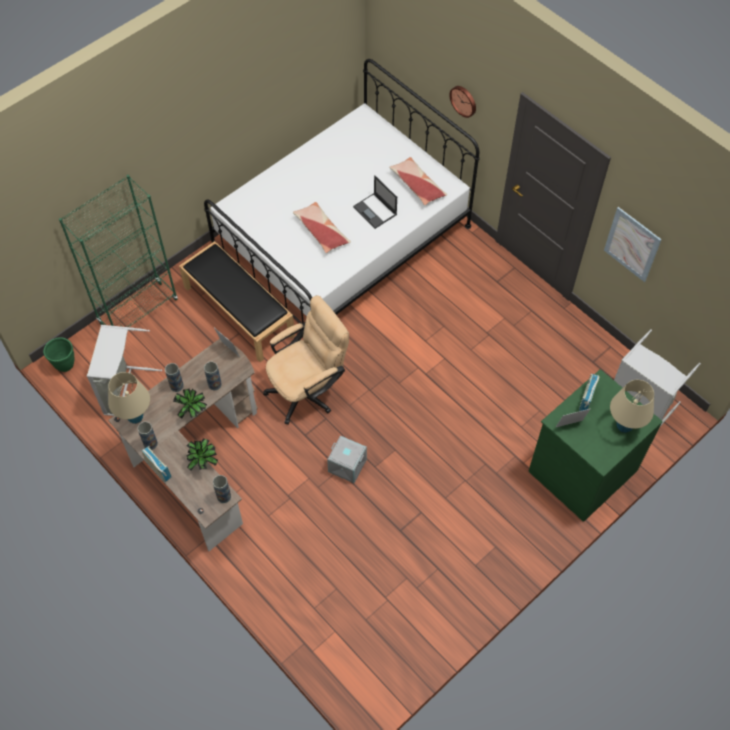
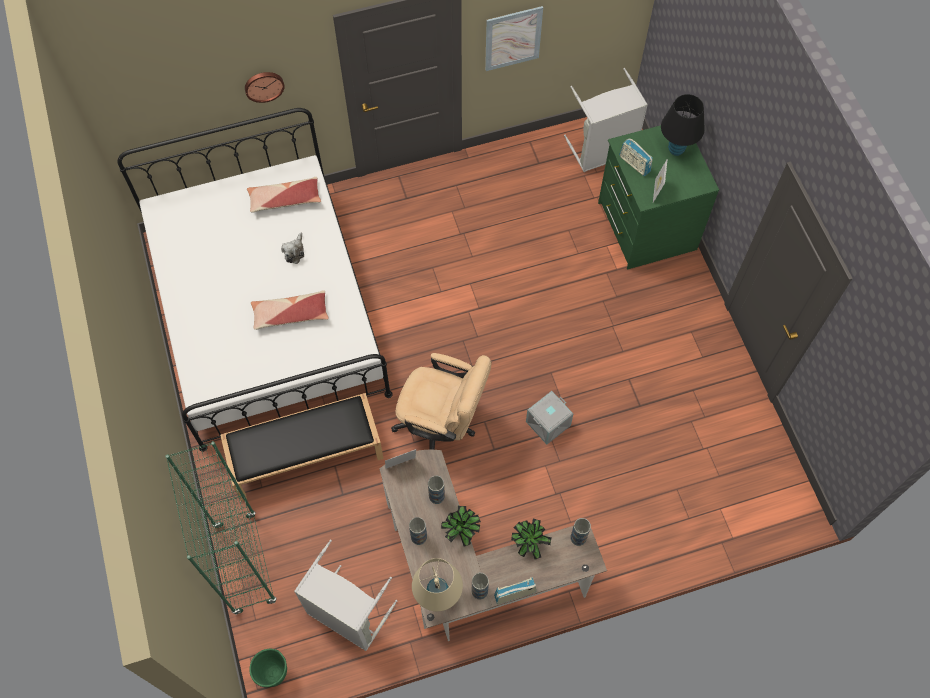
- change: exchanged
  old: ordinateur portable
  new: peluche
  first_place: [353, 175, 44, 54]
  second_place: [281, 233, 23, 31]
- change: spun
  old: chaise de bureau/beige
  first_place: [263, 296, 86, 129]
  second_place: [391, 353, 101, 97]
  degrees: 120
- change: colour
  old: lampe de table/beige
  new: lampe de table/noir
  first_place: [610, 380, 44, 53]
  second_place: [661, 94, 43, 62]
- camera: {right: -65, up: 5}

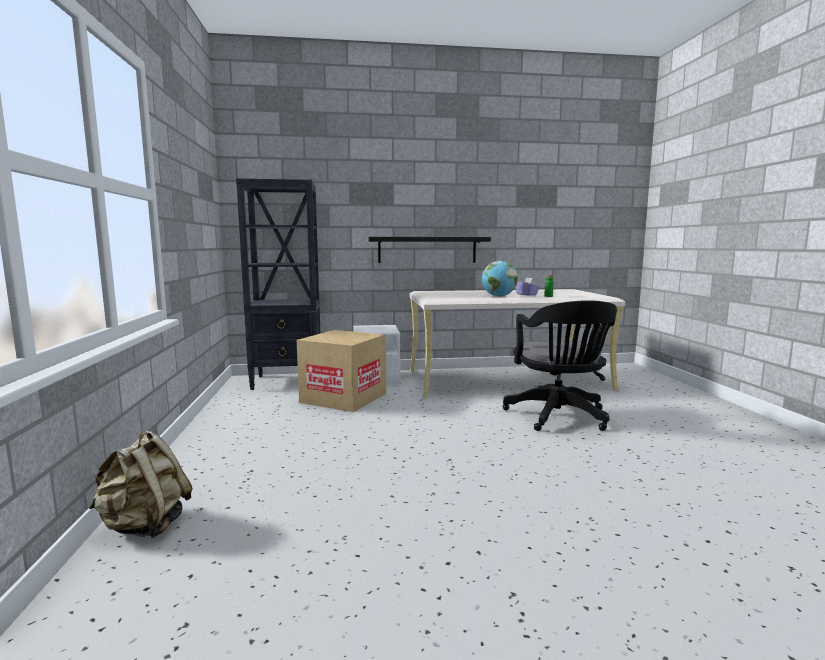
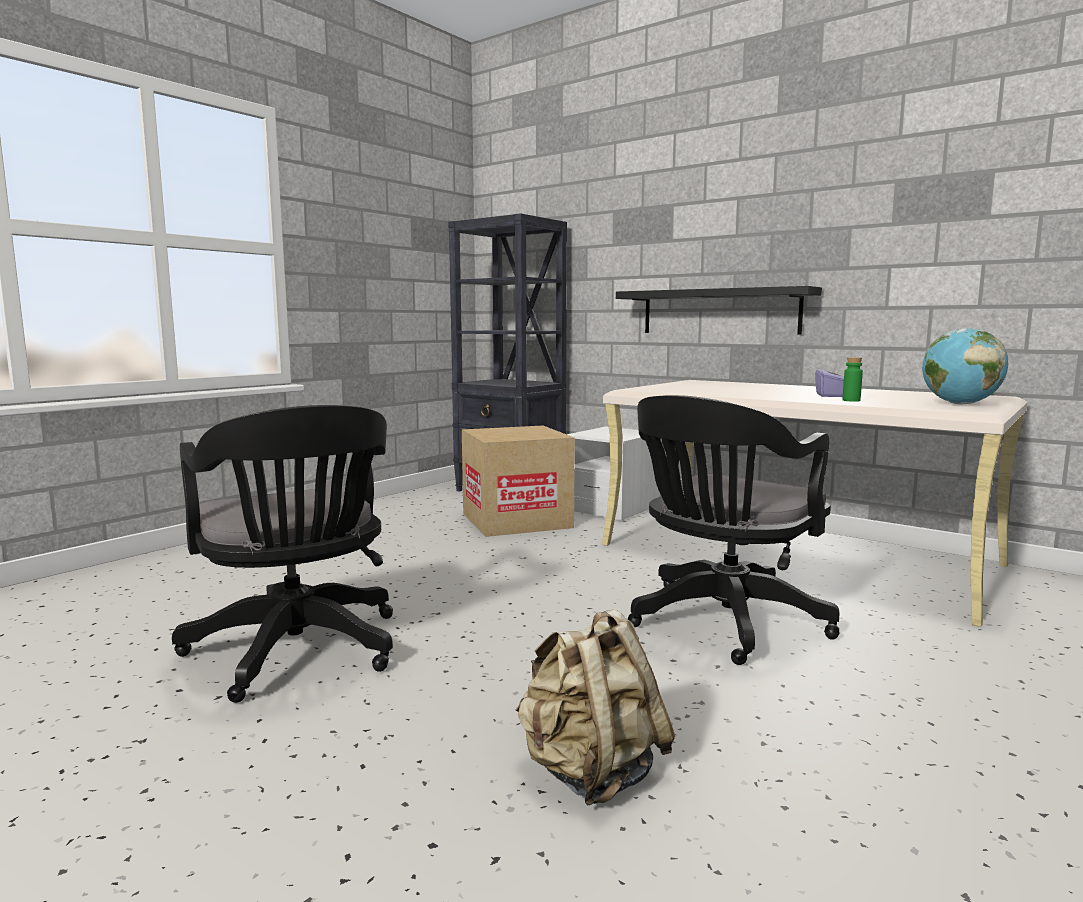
- change: relocated
  old: globe
  first_place: [482, 261, 36, 36]
  second_place: [922, 328, 86, 76]
- change: relocated
  old: sac à dos/beige
  first_place: [89, 431, 104, 107]
  second_place: [515, 609, 160, 197]
- change: appeared
  new: chaise de bureau/noir
  second_place: [172, 405, 221, 298]
- camera: {right: 45, up: 0}

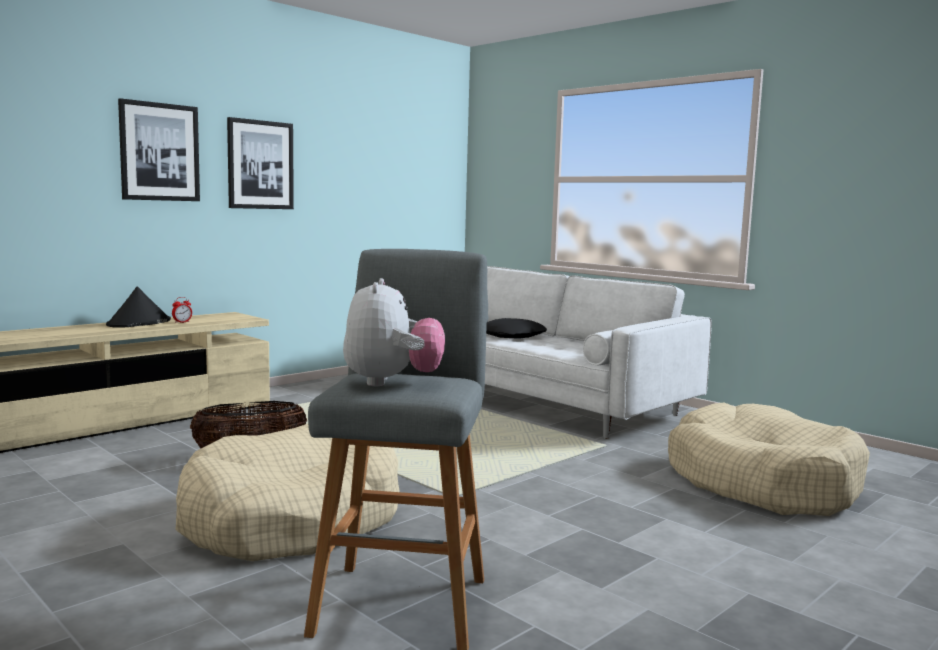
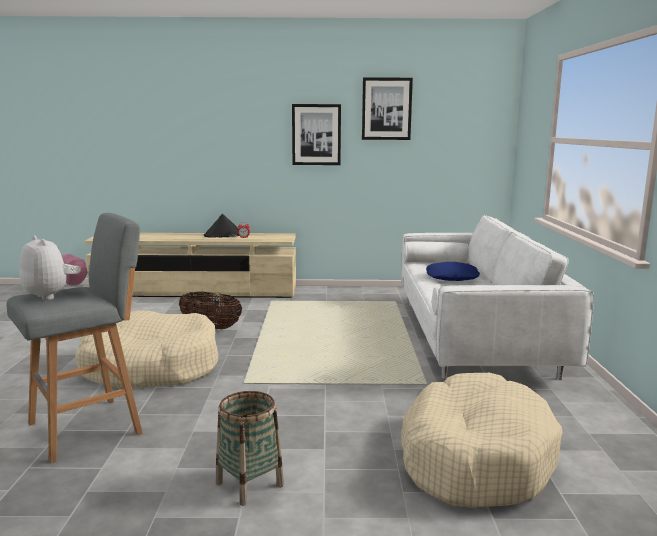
- change: relocated
  old: tableau
  first_place: [118, 98, 82, 103]
  second_place: [362, 77, 51, 63]
- change: spun
  old: peluche
  first_place: [343, 278, 102, 108]
  second_place: [19, 235, 69, 65]
  degrees: -90
- change: colour
  old: coussin/noir
  new: coussin/bleu
  first_place: [486, 318, 61, 21]
  second_place: [426, 262, 54, 19]
- change: appeared
  new: panier
  second_place: [216, 391, 68, 115]
- camera: {right: 45, up: 5}

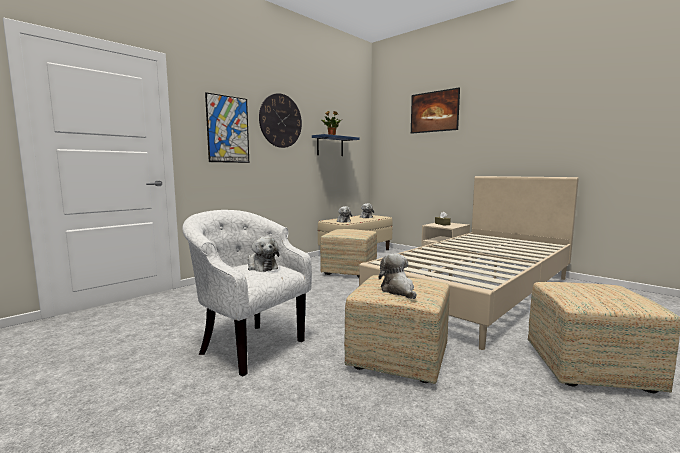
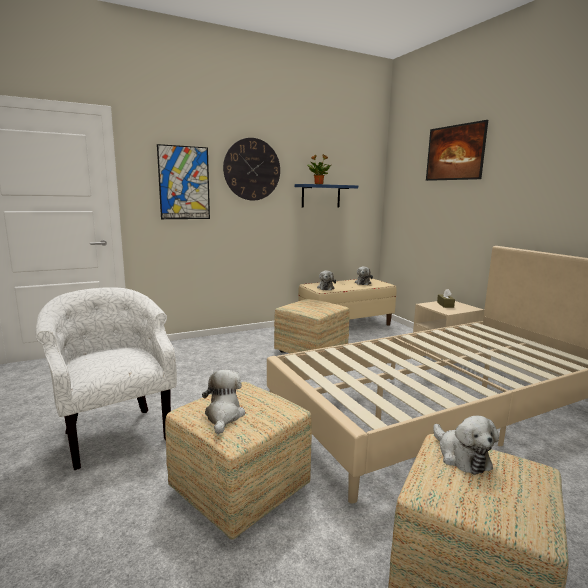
- change: relocated
  old: peluche
  first_place: [248, 237, 31, 35]
  second_place: [434, 415, 65, 60]
- camera: {right: 20, up: 5}

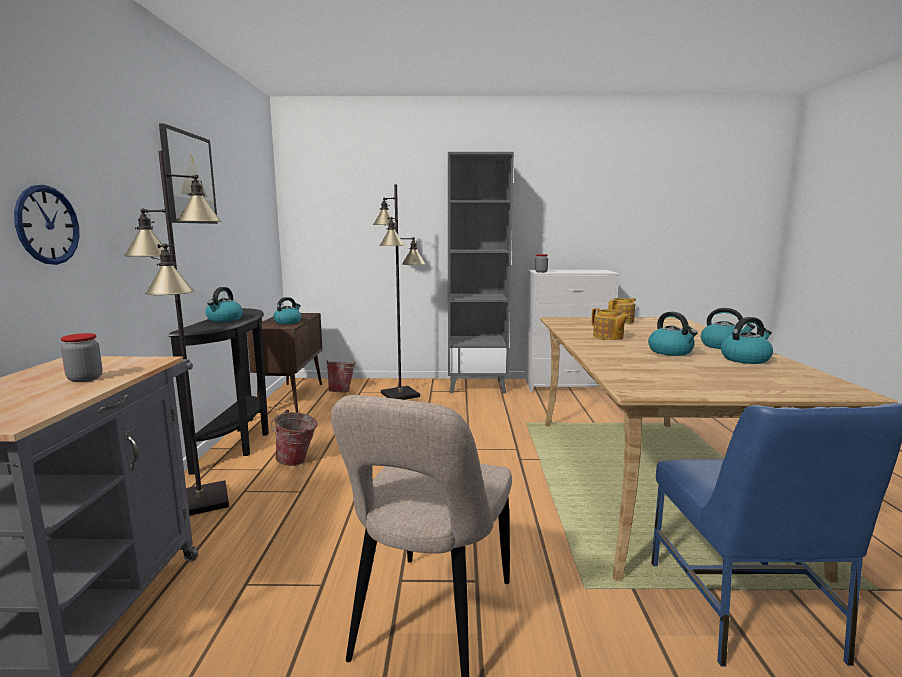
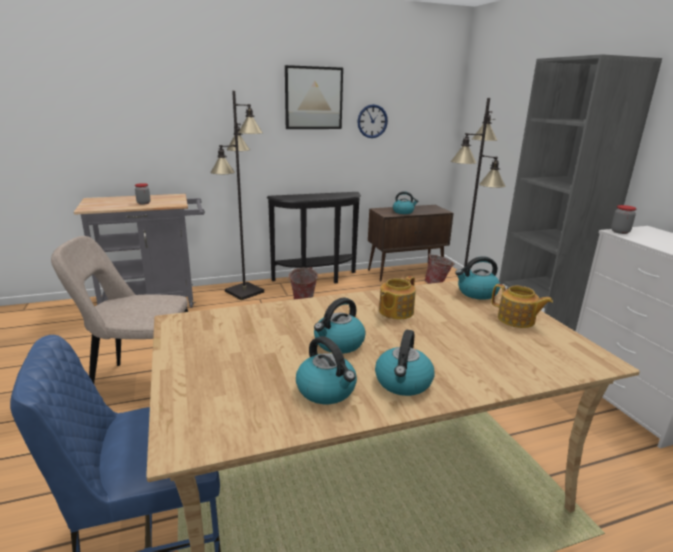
- change: relocated
  old: horloge murale
  first_place: [14, 185, 65, 80]
  second_place: [357, 104, 31, 34]
- change: relocated
  old: bouilloire
  first_place: [205, 287, 38, 35]
  second_place: [455, 256, 45, 44]
- camera: {right: 70, up: 10}

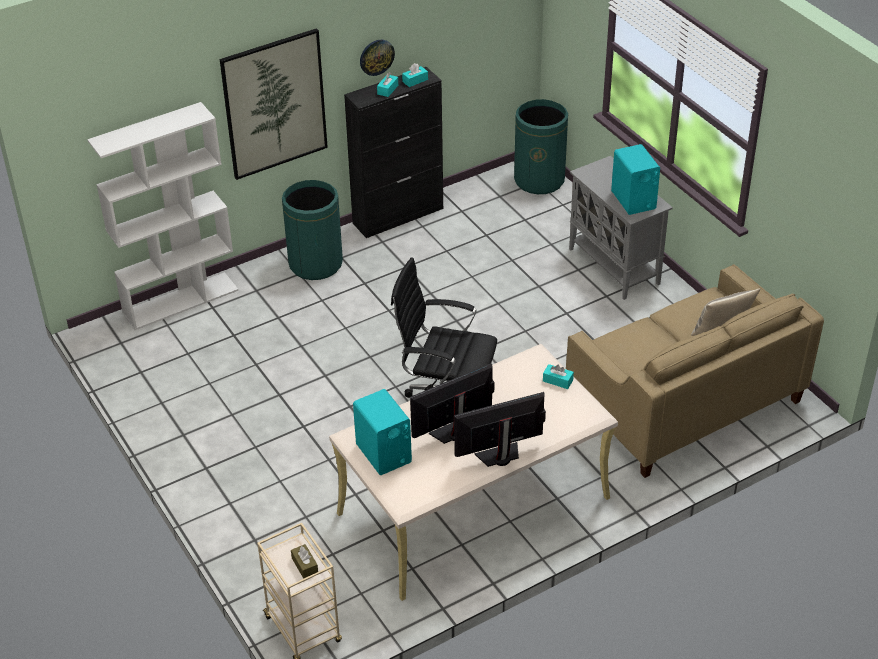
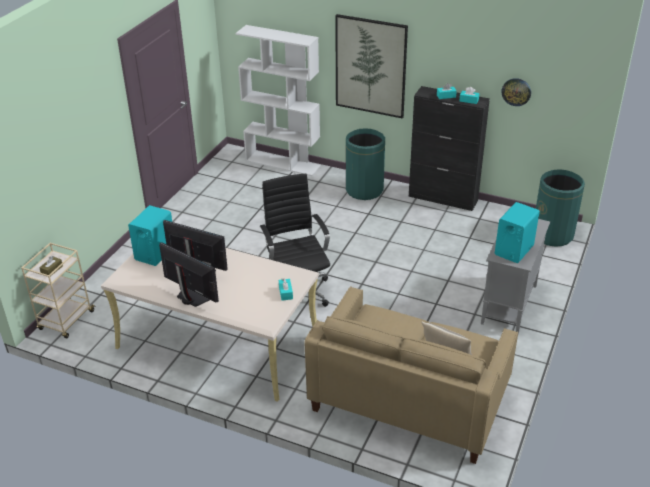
- change: relocated
  old: horloge murale
  first_place: [360, 40, 35, 36]
  second_place: [501, 78, 30, 28]
- camera: {right: 55, up: -5}

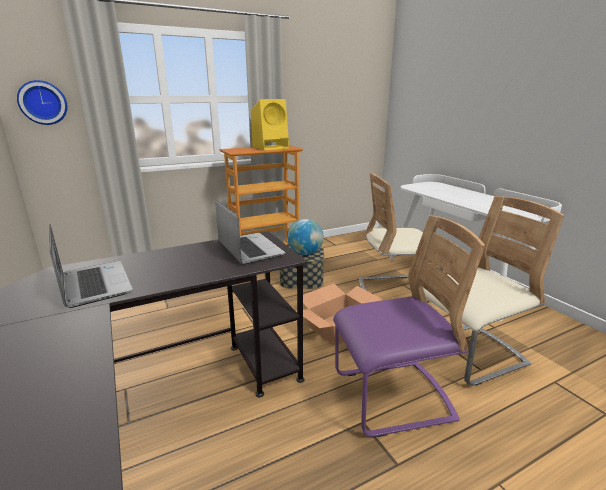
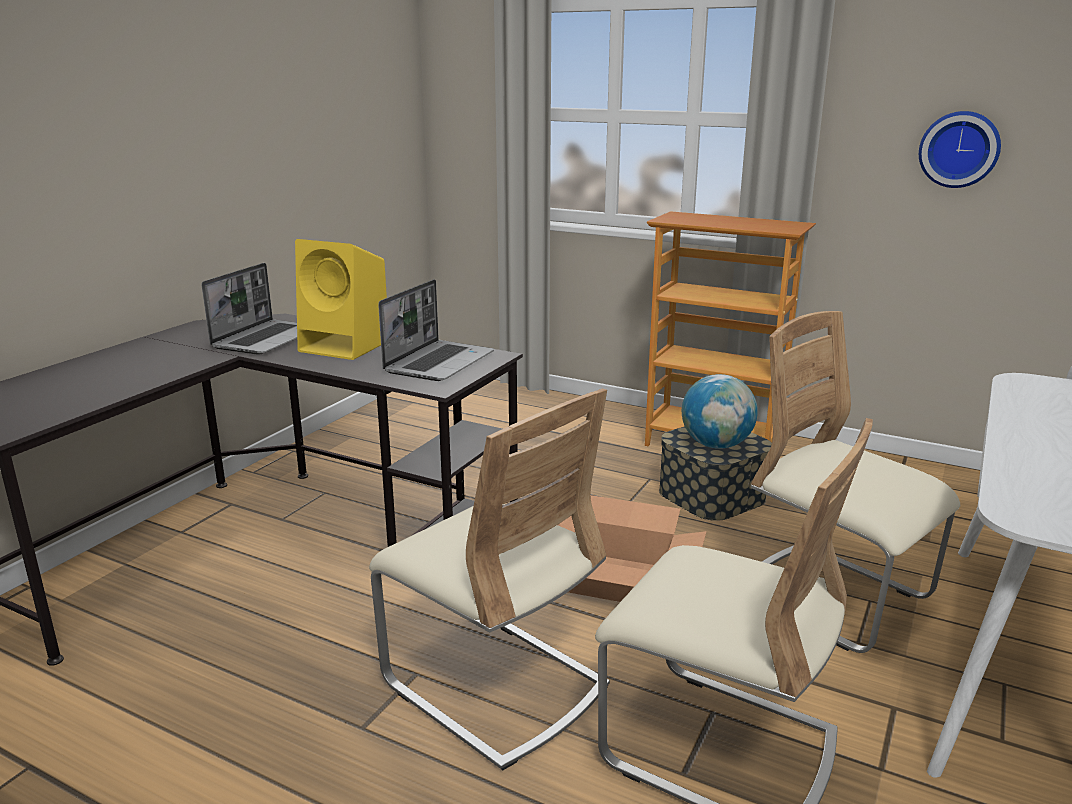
- change: relocated
  old: horloge murale
  first_place: [17, 80, 51, 45]
  second_place: [919, 111, 82, 77]
- change: relocated
  old: enceinte/jaune
  first_place: [251, 99, 38, 51]
  second_place: [295, 239, 92, 121]
- change: colour
  old: chaise/violet
  new: chaise/beige
  first_place: [333, 215, 152, 222]
  second_place: [369, 388, 241, 382]
- camera: {right: 55, up: 0}

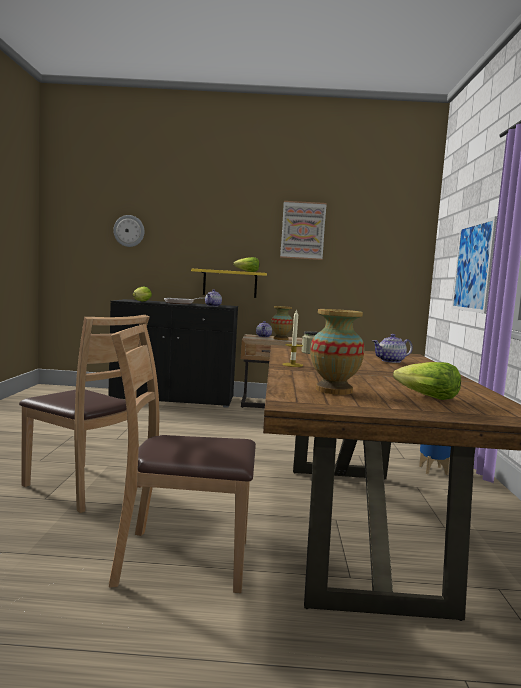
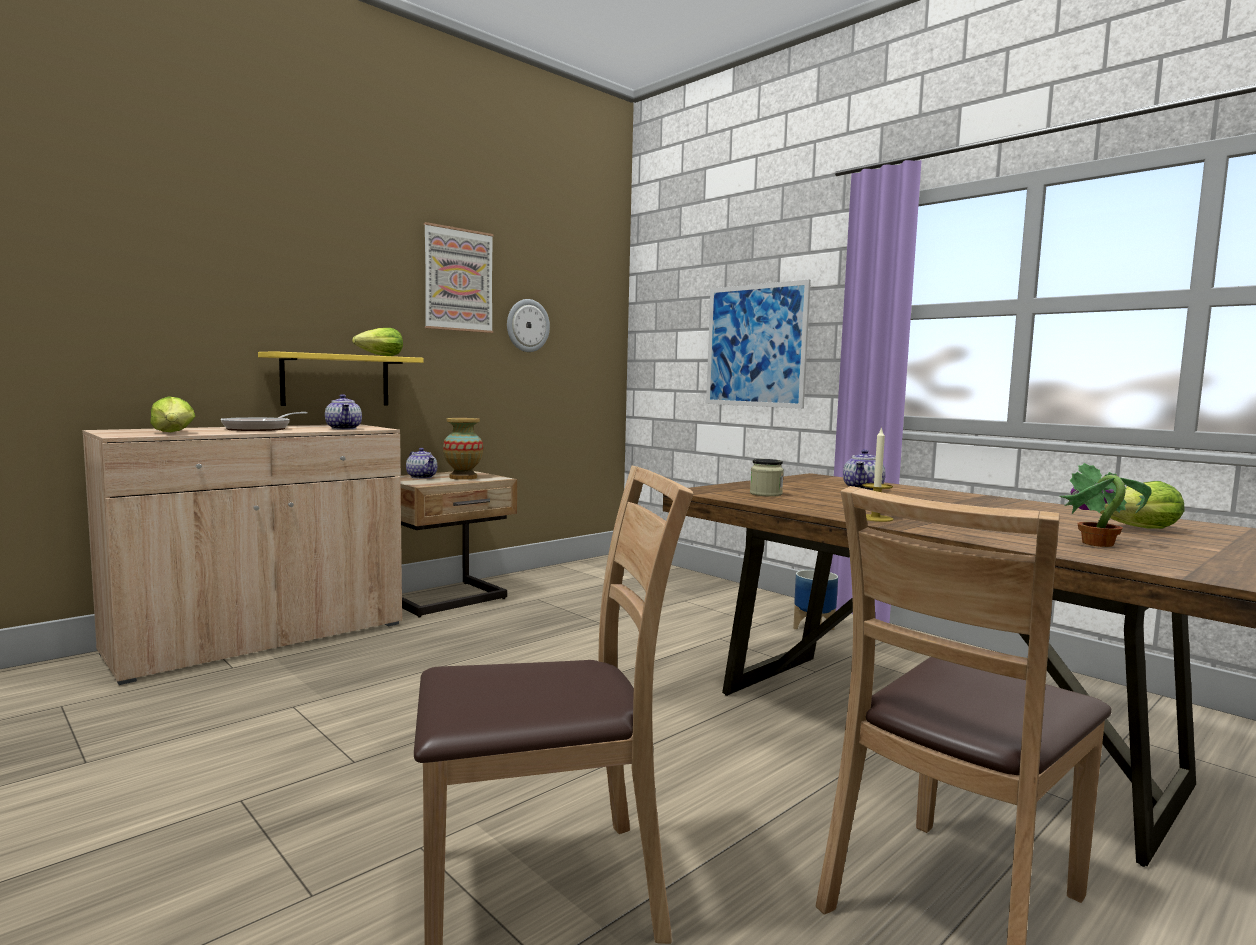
- change: relocated
  old: horloge murale
  first_place: [113, 215, 31, 32]
  second_place: [507, 299, 43, 53]
- change: colour
  old: meuble de rangement/noir
  new: meuble de rangement/beige
  first_place: [108, 299, 130, 109]
  second_place: [82, 424, 320, 261]
- change: exchanged
  old: vase
  new: plante en pot
  first_place: [310, 309, 55, 86]
  second_place: [1060, 463, 92, 84]
- camera: {right: -45, up: 0}

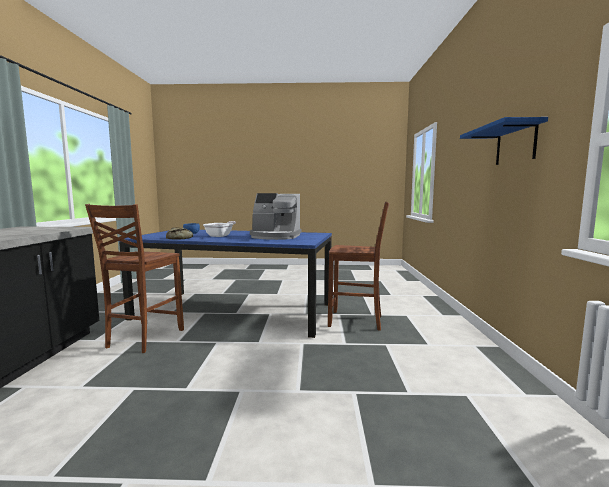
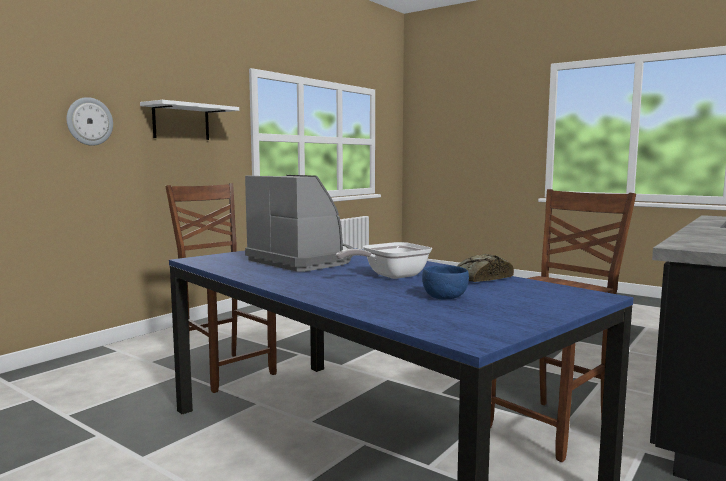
- change: colour
  old: étagère/bleu
  new: étagère/blanc
  first_place: [460, 117, 88, 48]
  second_place: [140, 100, 99, 40]
- change: appeared
  new: horloge murale
  second_place: [66, 97, 47, 49]
- camera: {right: -145, up: 0}

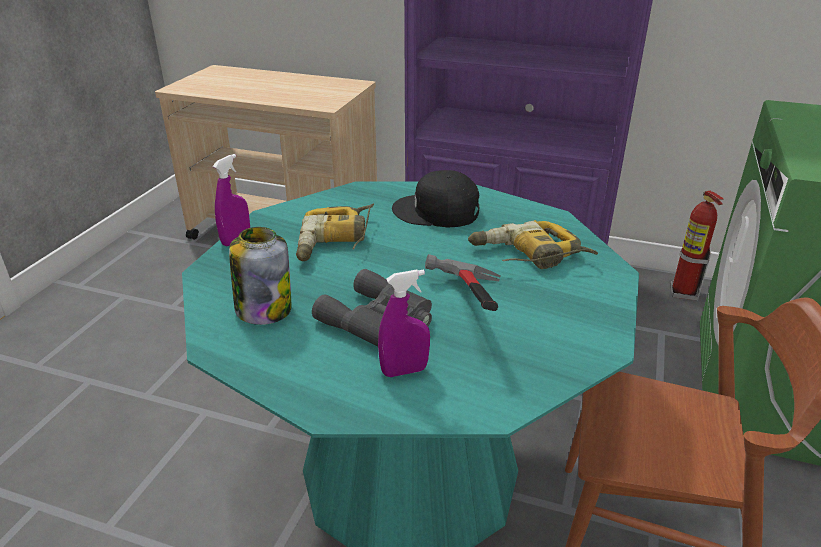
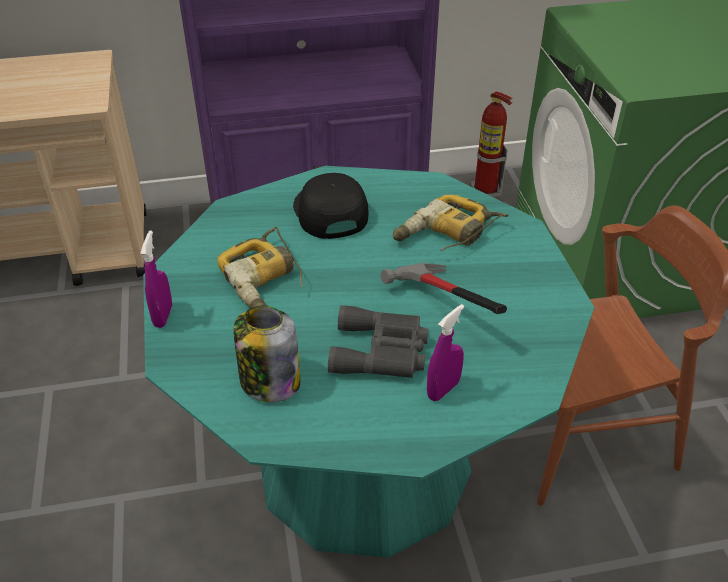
- change: spun
  old: casquette/noir
  first_place: [392, 170, 88, 57]
  second_place: [293, 173, 75, 66]
  degrees: 90
- camera: {right: -30, up: 10}

